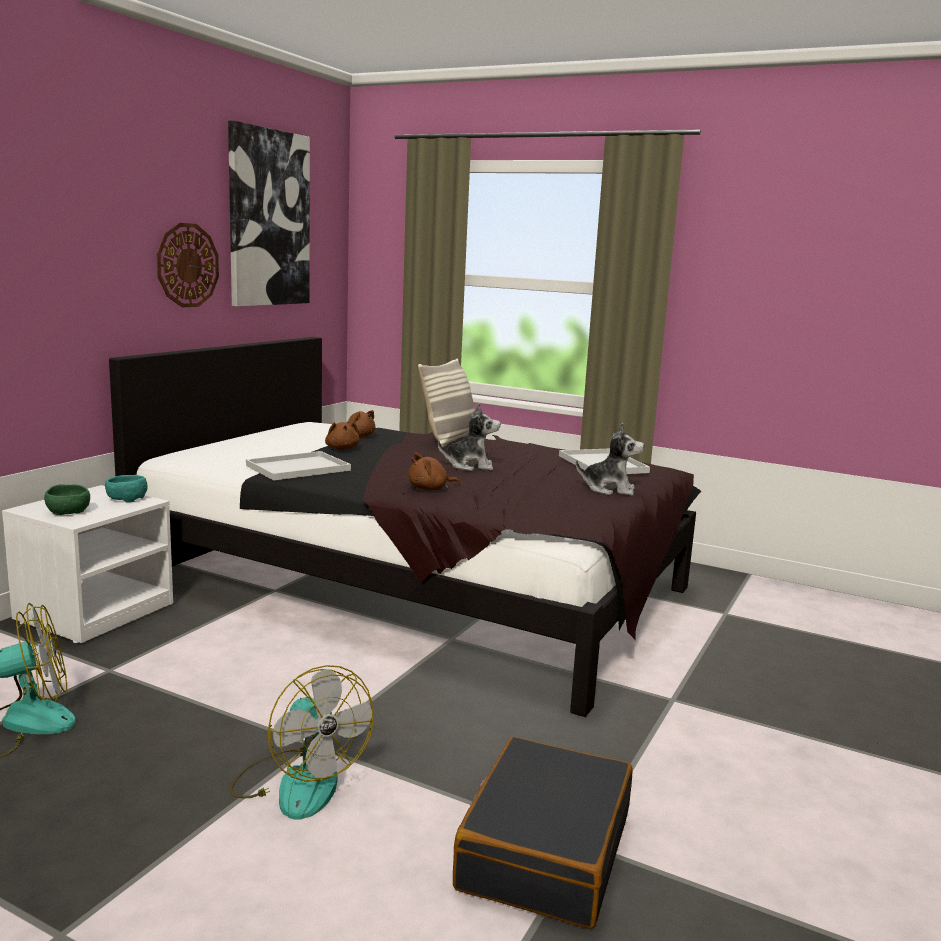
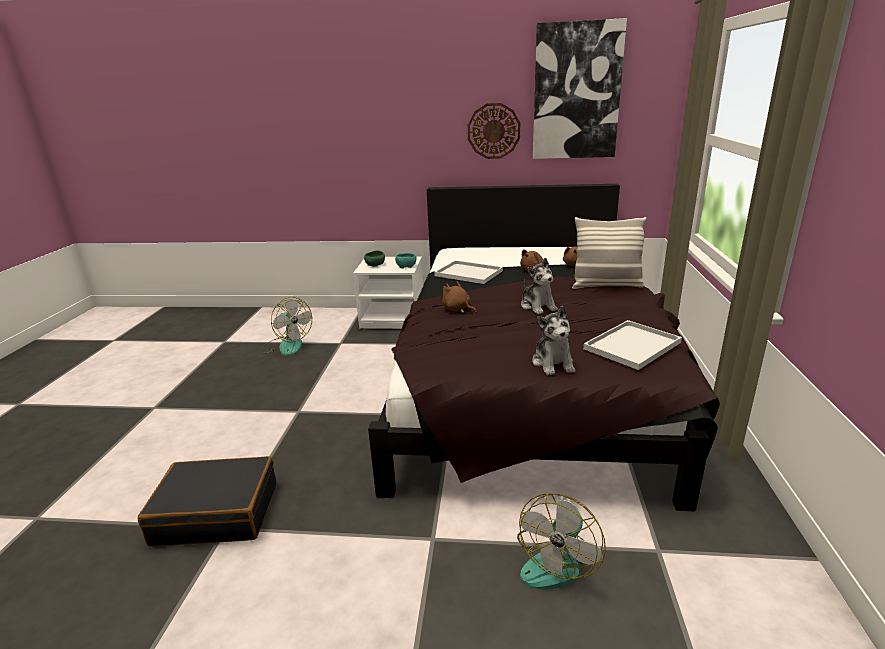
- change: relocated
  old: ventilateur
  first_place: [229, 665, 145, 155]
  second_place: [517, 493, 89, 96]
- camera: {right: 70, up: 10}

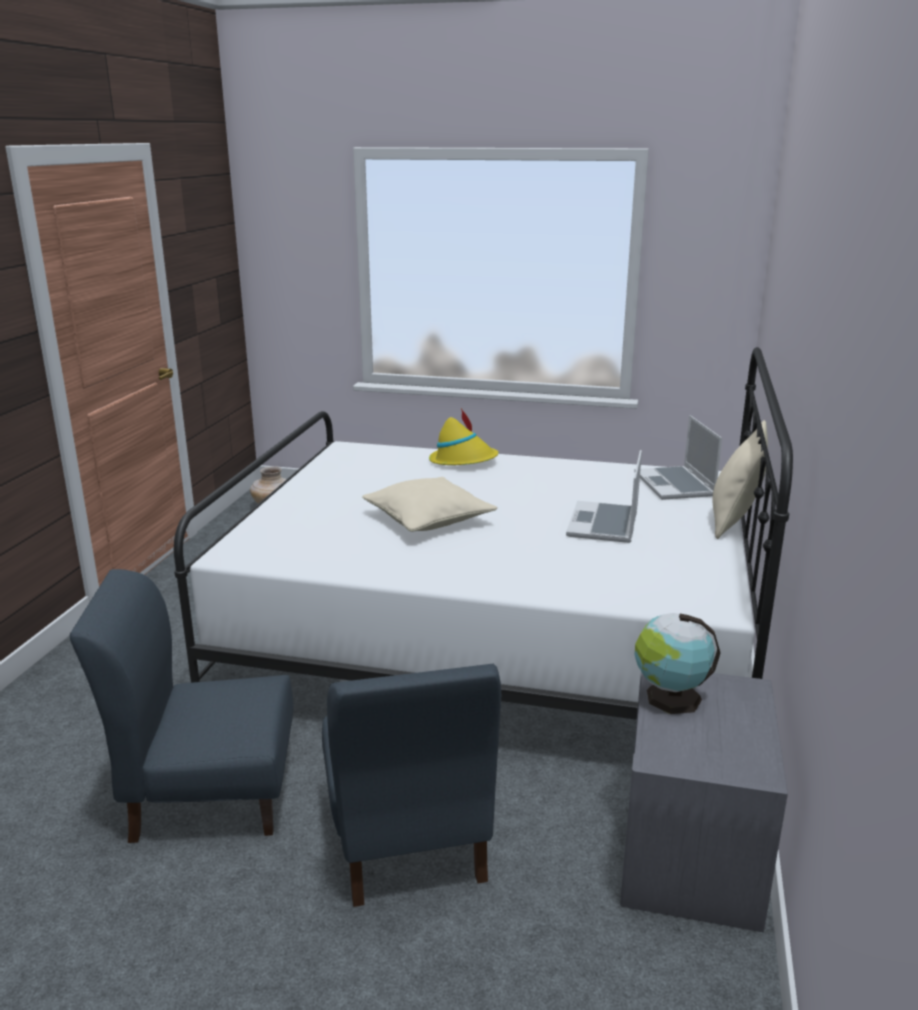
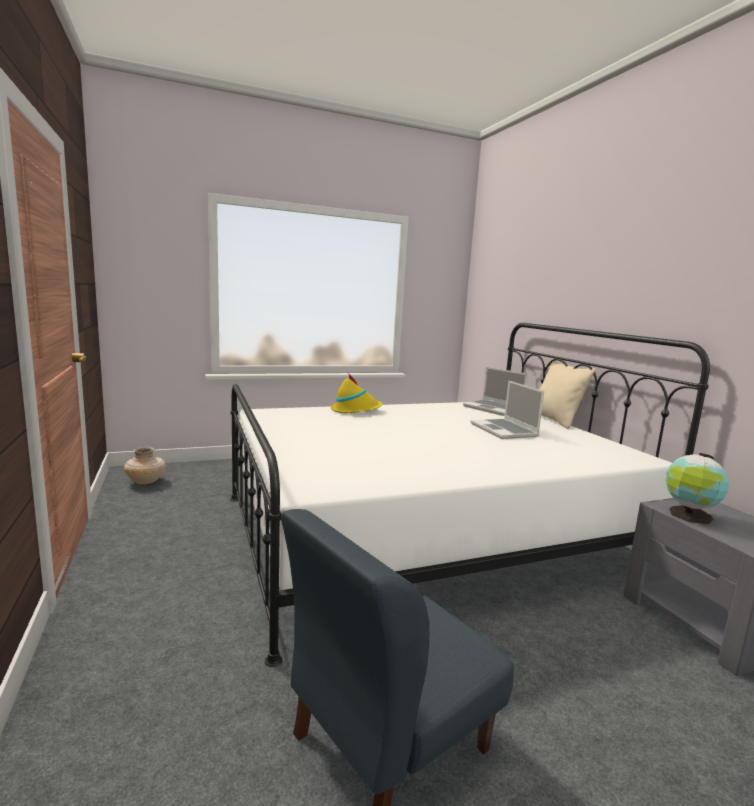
- change: missing
  old: coussin/beige
  first_place: [362, 477, 136, 55]
- change: missing
  old: chaise/bleu
  first_place: [322, 664, 179, 243]
- camera: {right: -35, up: -10}

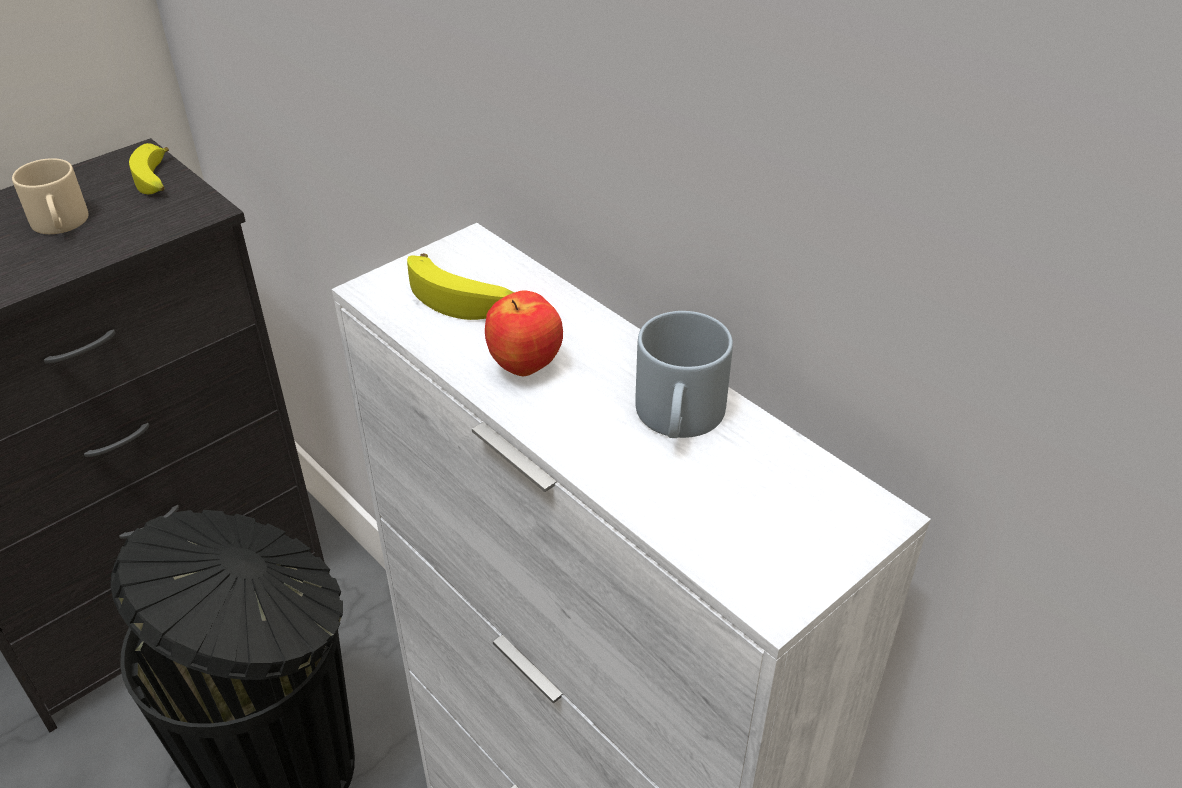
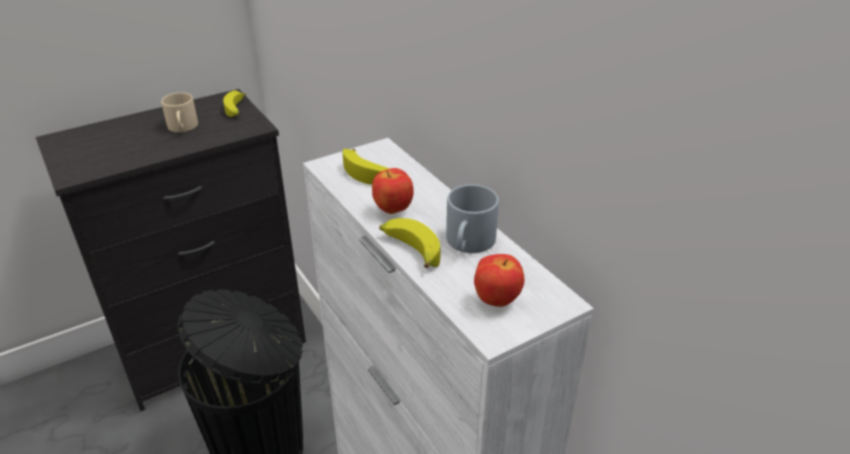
- change: appeared
  new: banane
  second_place: [379, 218, 62, 50]
- change: appeared
  new: pomme
  second_place: [474, 254, 51, 53]
- camera: {right: 10, up: -5}

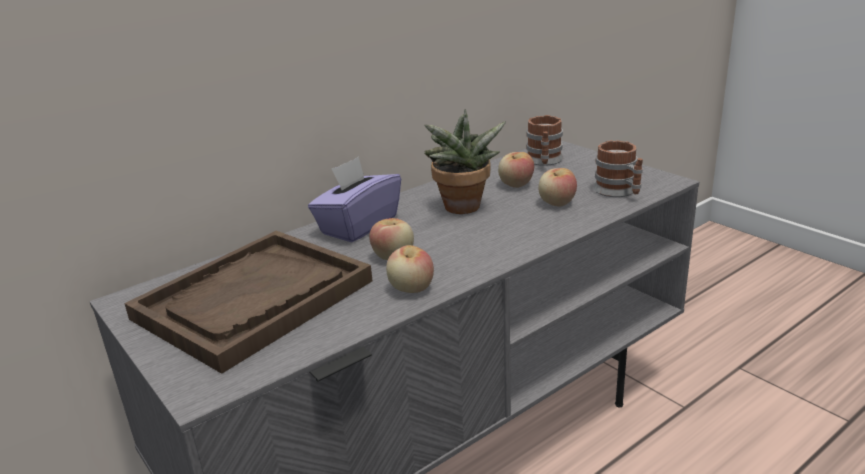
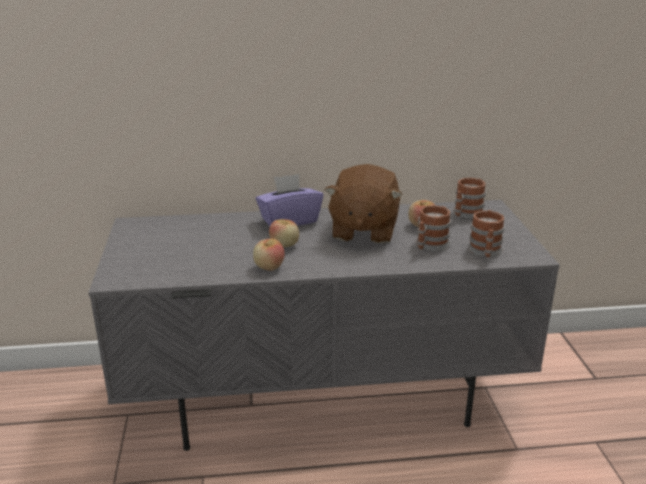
- change: exchanged
  old: plante en pot
  new: peluche/marron
  first_place: [424, 109, 82, 105]
  second_place: [325, 164, 77, 80]
- change: exchanged
  old: pomme
  new: mug
  first_place: [539, 168, 38, 38]
  second_place: [416, 205, 35, 46]
- change: missing
  old: plateau/marron
  first_place: [124, 231, 248, 143]
- camera: {right: 30, up: 0}

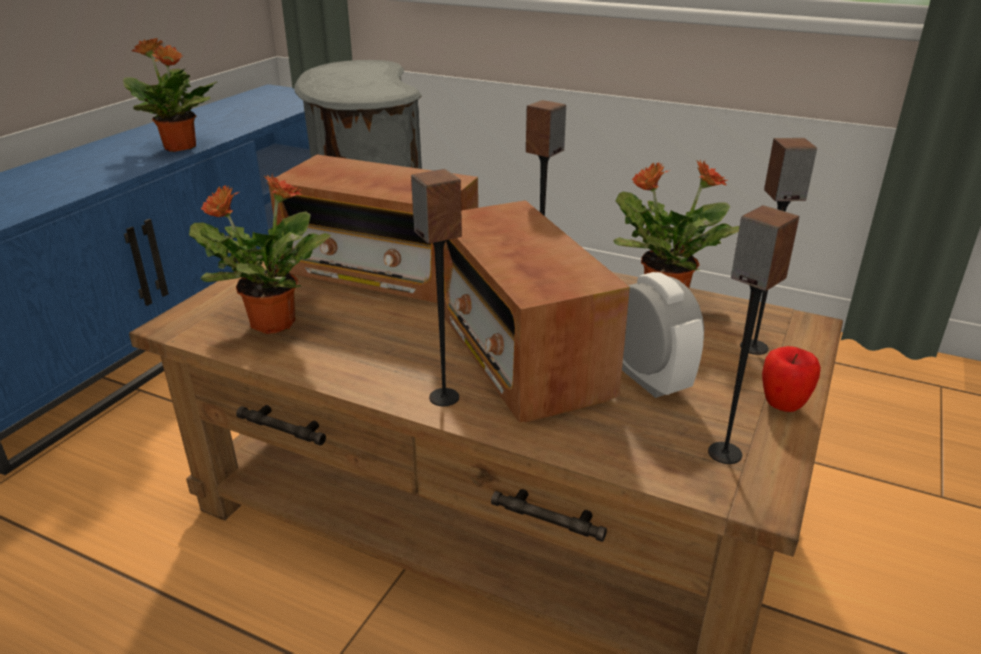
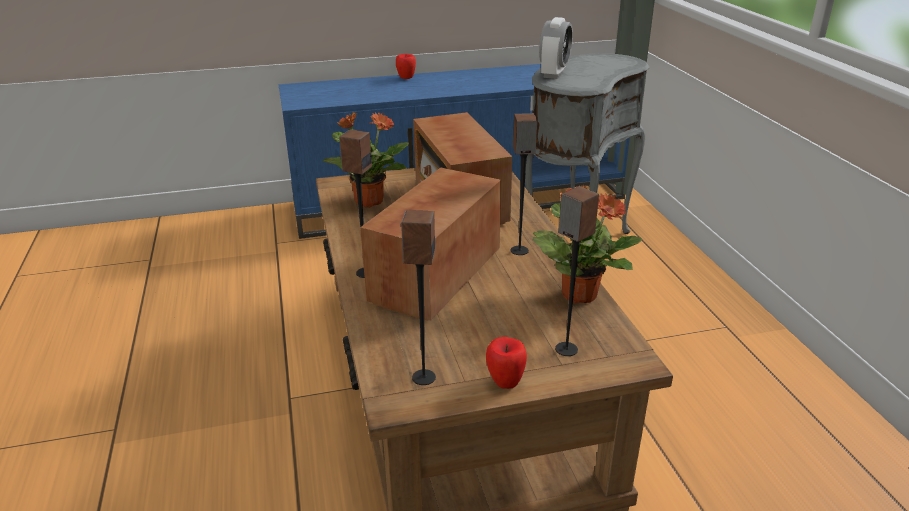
- change: missing
  old: plante en pot
  first_place: [123, 38, 94, 114]
- change: relocated
  old: réveil
  first_place: [622, 272, 82, 126]
  second_place: [539, 17, 34, 62]
- change: appeared
  new: pomme
  second_place: [396, 54, 20, 25]
- camera: {right: 50, up: 0}

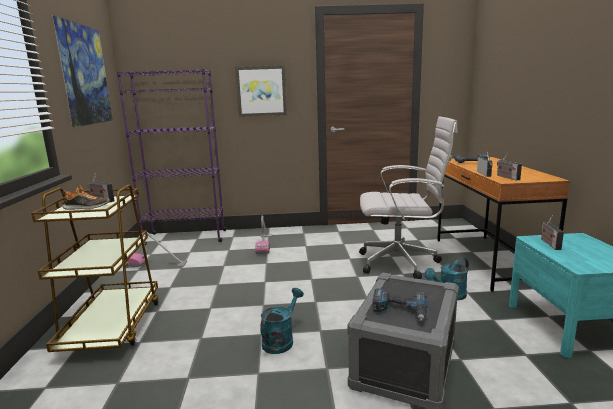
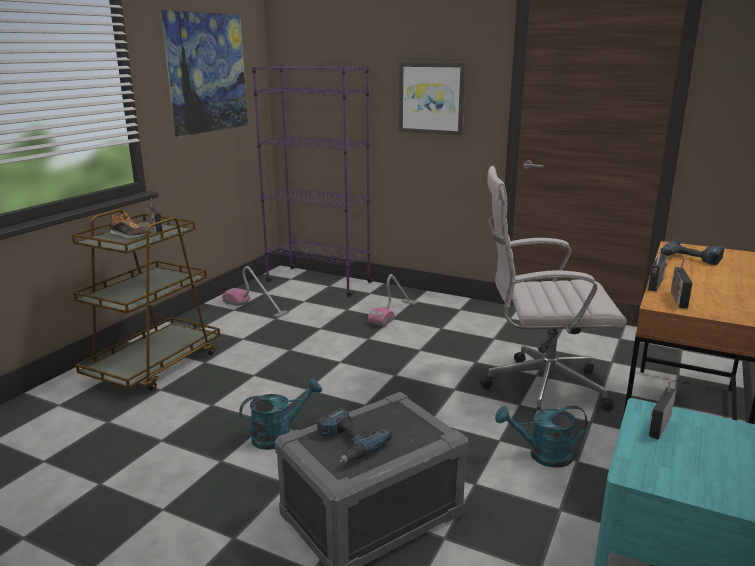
- change: spun
  old: chaise de bureau/blanc
  first_place: [359, 116, 99, 163]
  second_place: [480, 166, 147, 249]
  degrees: 150
- camera: {right: 30, up: 5}

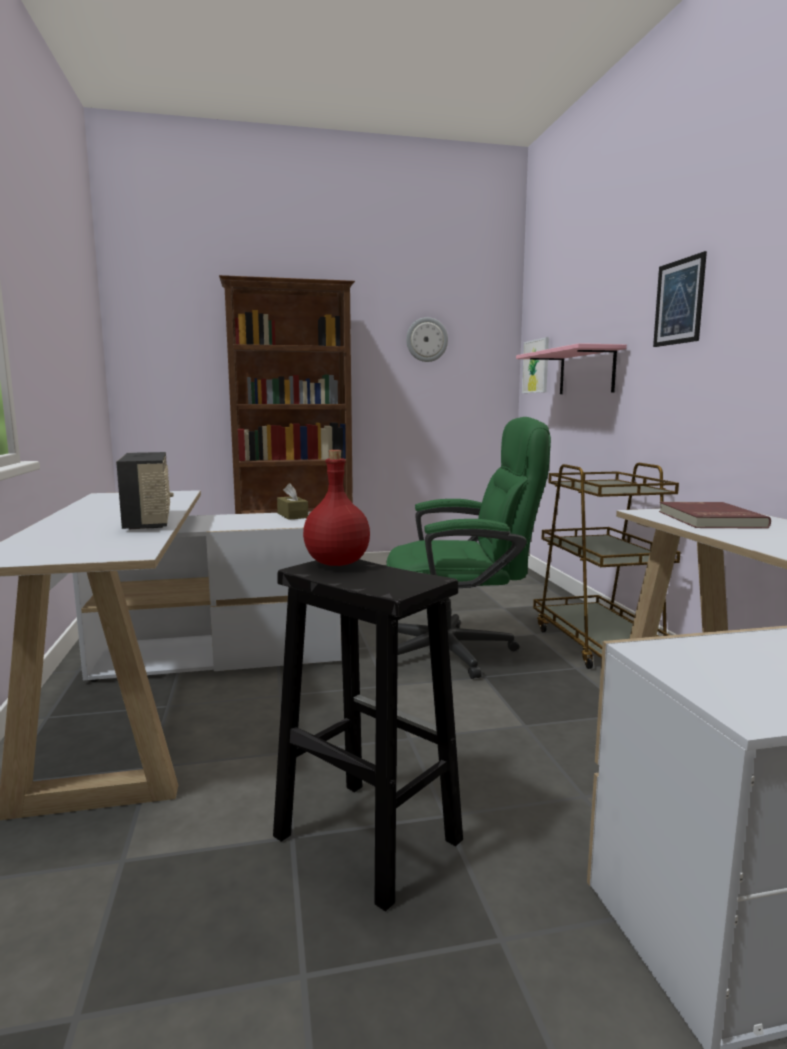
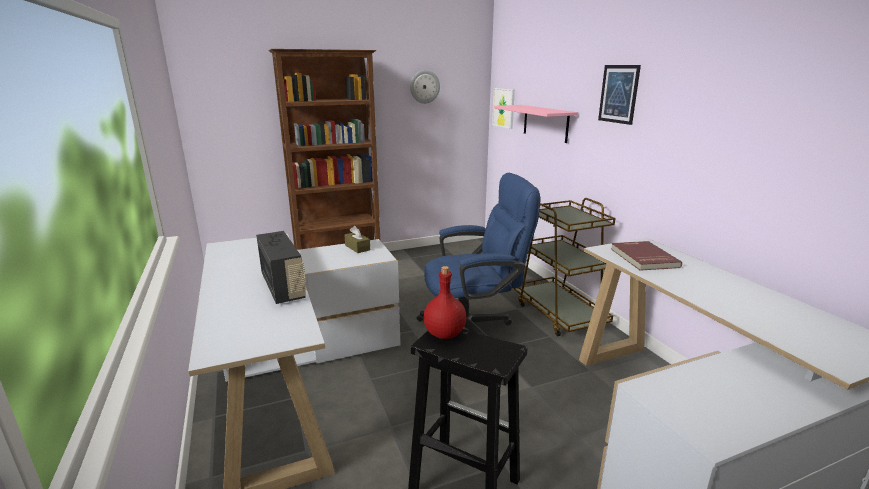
- change: colour
  old: chaise de bureau/vert
  new: chaise de bureau/bleu
  first_place: [386, 417, 165, 262]
  second_place: [417, 173, 123, 163]
- camera: {right: -10, up: 10}

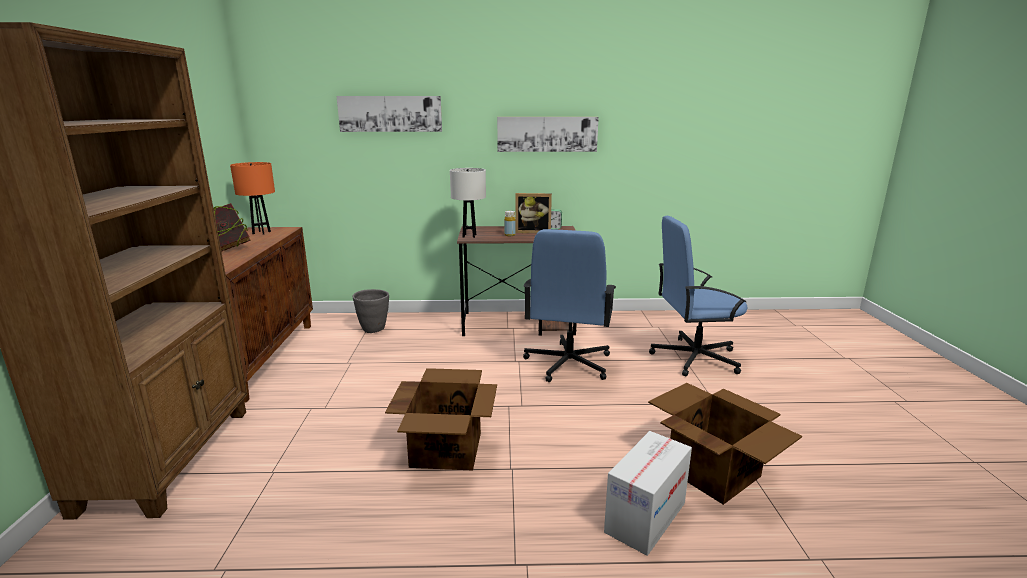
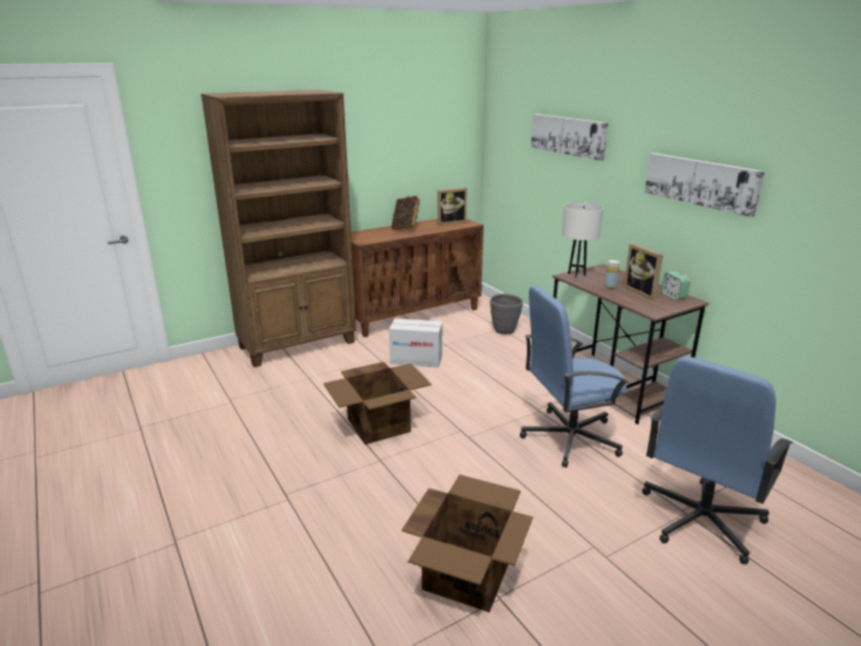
- change: exchanged
  old: lampe de table/orange
  new: cadre photo
  first_place: [230, 162, 45, 73]
  second_place: [437, 188, 30, 37]
- change: spun
  old: chaise de bureau/bleu
  first_place: [649, 216, 99, 161]
  second_place: [642, 357, 151, 207]
  degrees: -105
- change: relocated
  old: carton
  first_place: [604, 431, 88, 125]
  second_place: [389, 318, 54, 49]
- camera: {right: 60, up: 5}

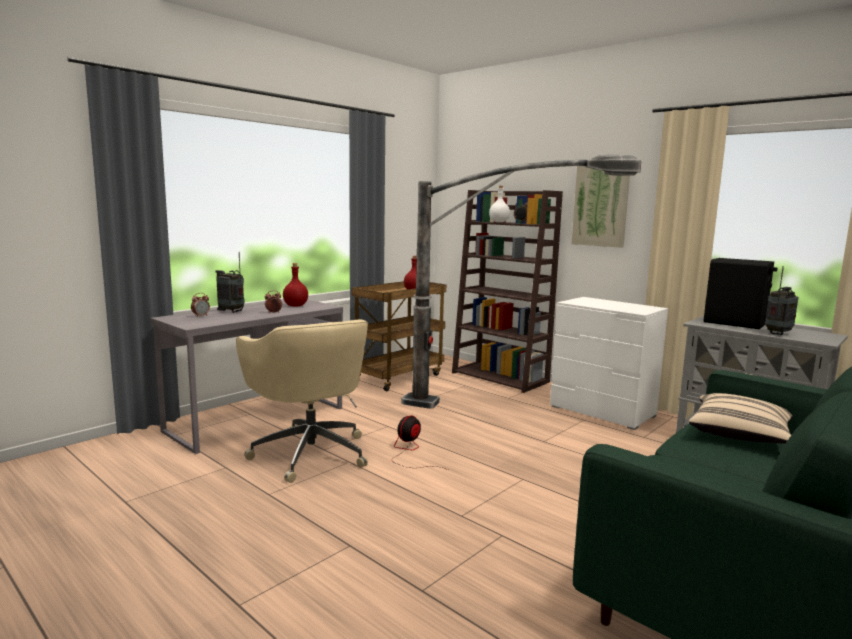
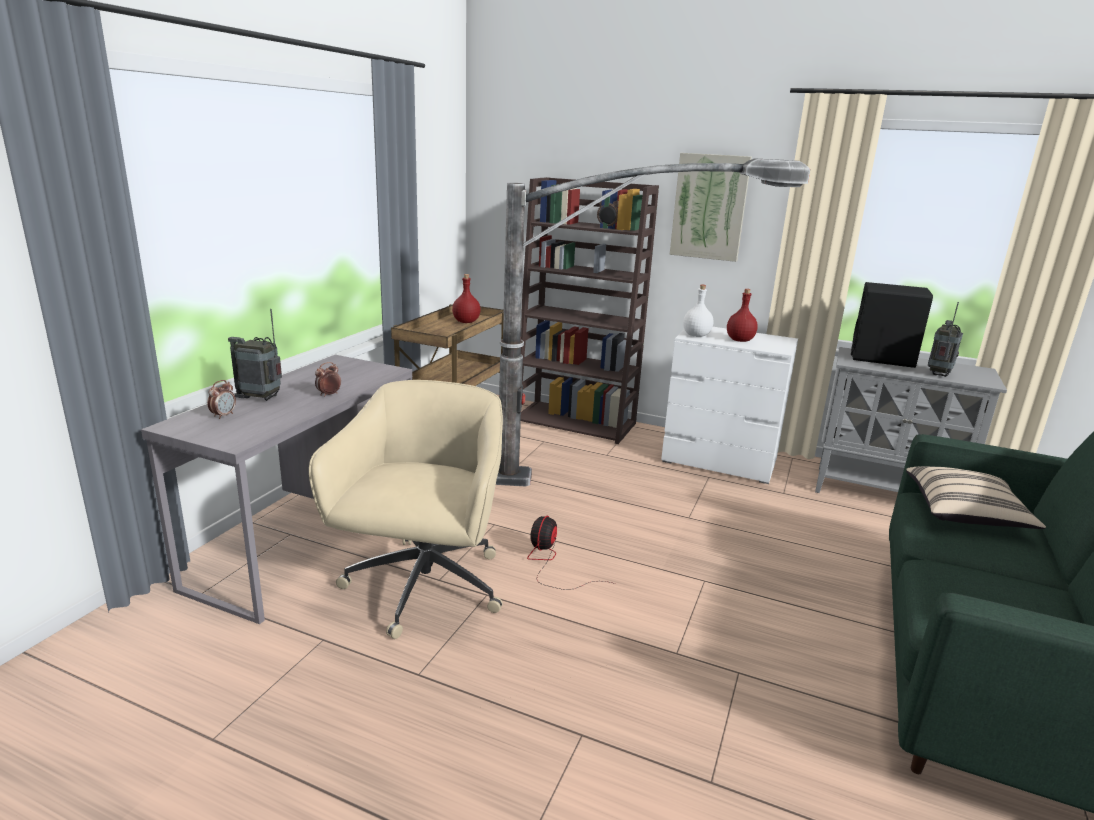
- change: relocated
  old: bouteille/blanc
  first_place: [489, 186, 21, 36]
  second_place: [683, 285, 31, 52]
- change: relocated
  old: bouteille/rouge
  first_place: [283, 263, 25, 44]
  second_place: [727, 289, 31, 53]
- change: spun
  old: chaise de bureau/beige
  first_place: [236, 319, 132, 164]
  second_place: [309, 380, 194, 259]
  degrees: -120
- camera: {right: -20, up: 10}

